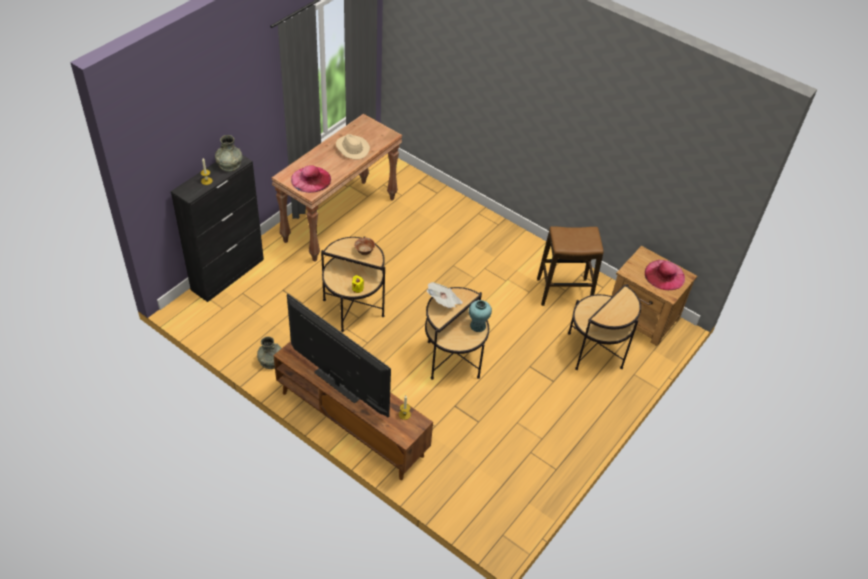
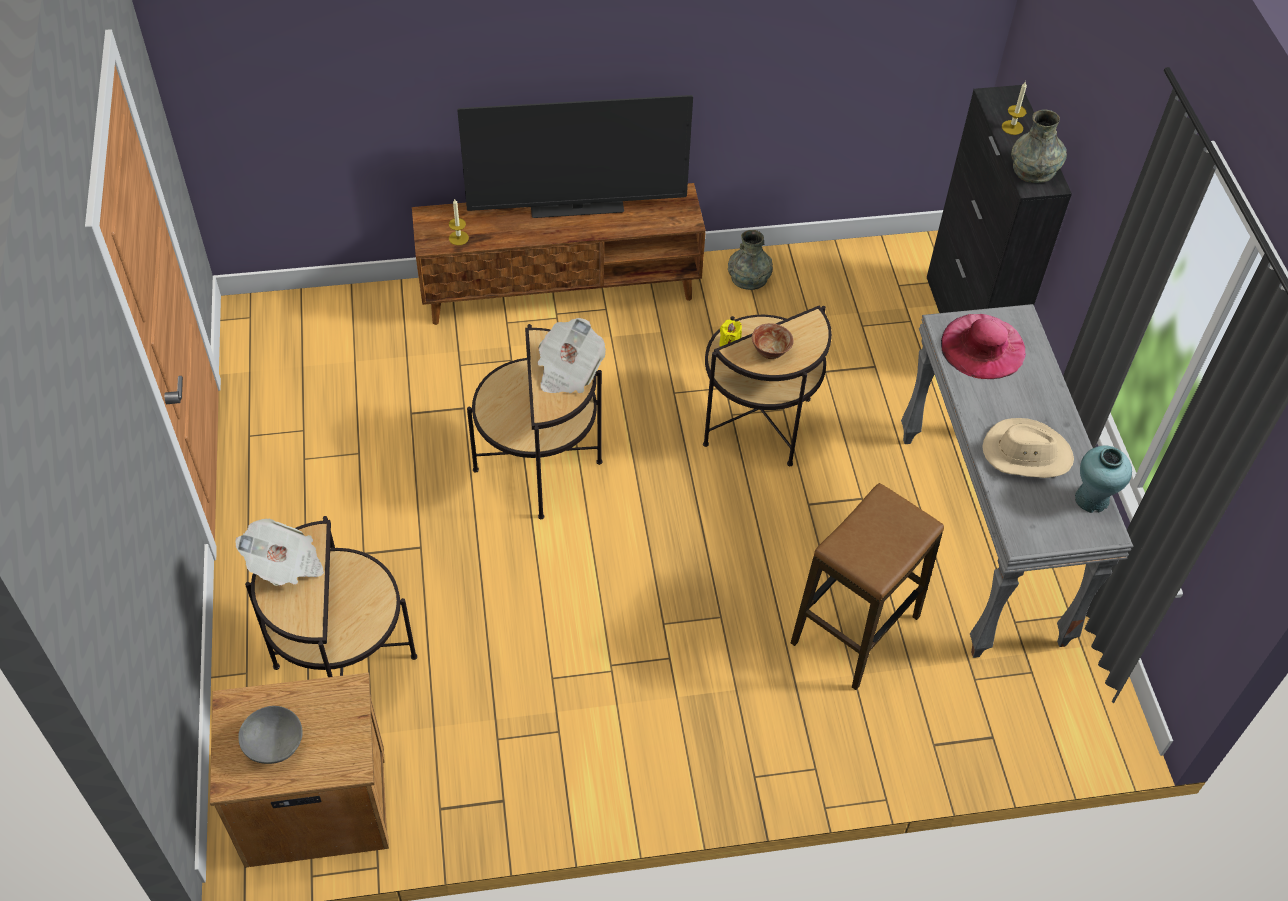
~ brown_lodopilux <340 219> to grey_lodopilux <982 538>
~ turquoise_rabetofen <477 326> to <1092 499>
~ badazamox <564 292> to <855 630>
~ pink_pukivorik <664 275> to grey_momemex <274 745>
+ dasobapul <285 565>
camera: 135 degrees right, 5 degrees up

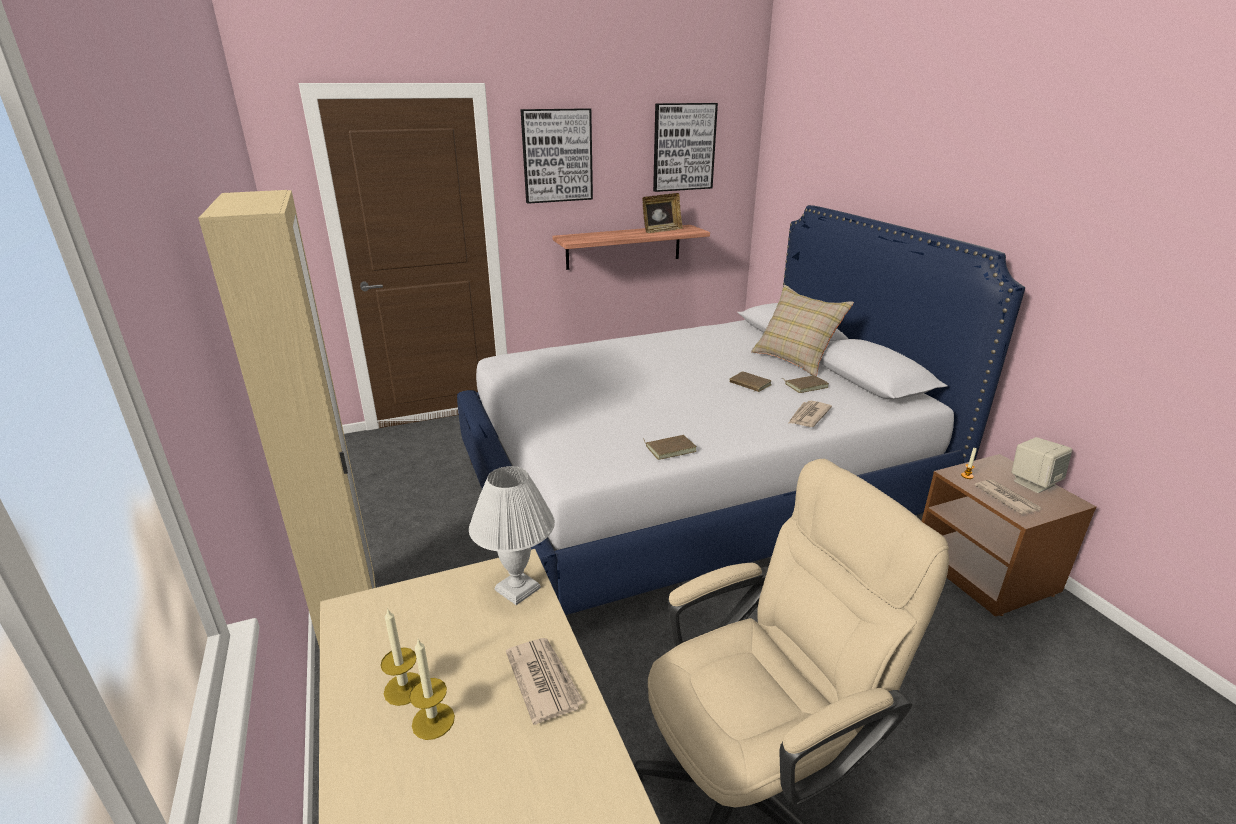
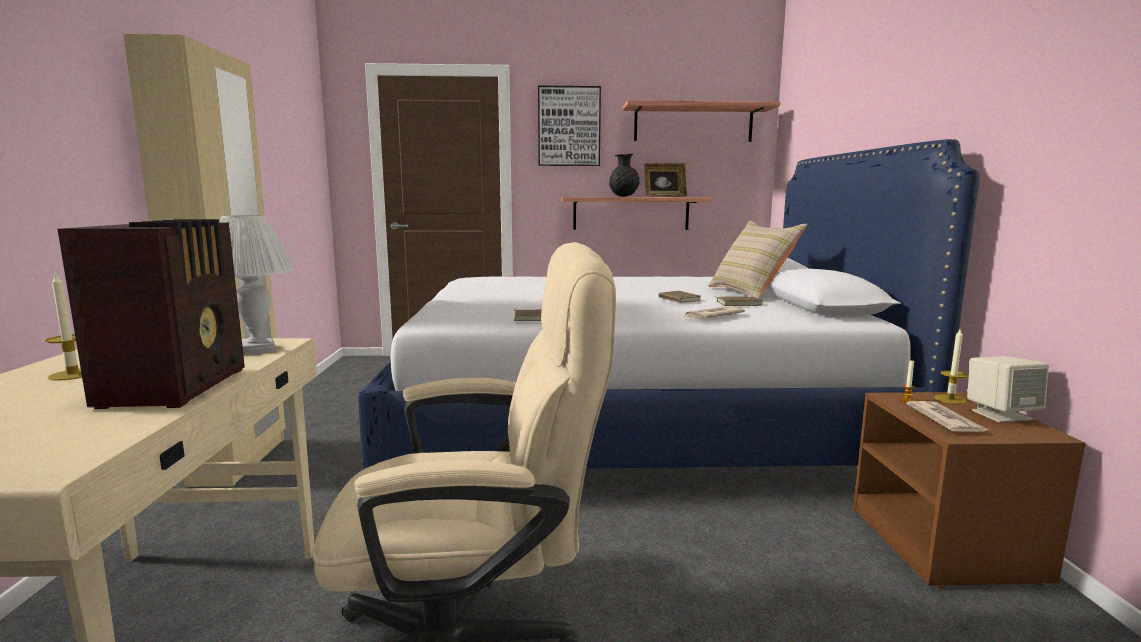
~ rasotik <433 721> to <950 399>
~ dasobapul <544 680> to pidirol <179 386>
~ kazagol <683 147> to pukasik <693 124>
+ black_rabetofen <623 196>
camera: 20 degrees right, 15 degrees down

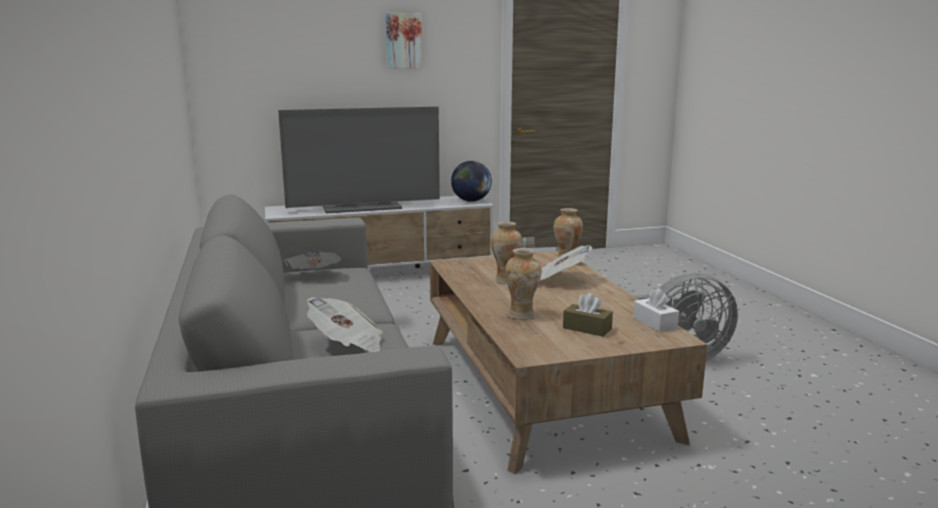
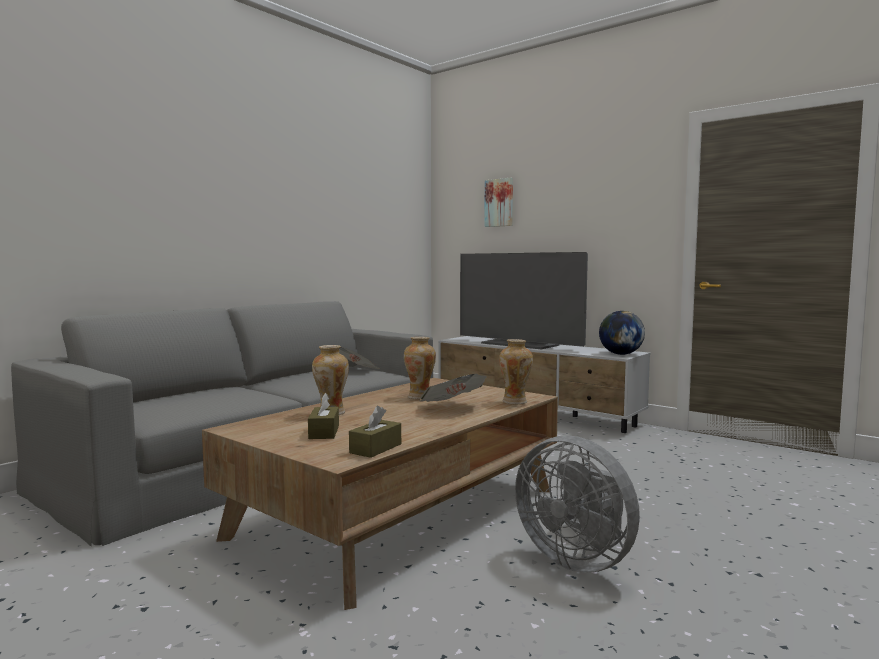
- dasobapul <347 344>
~ kazagol <403 41> to <499 202>
~ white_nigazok <654 323> to brown_nigazok <375 448>
camera: 55 degrees right, 10 degrees down

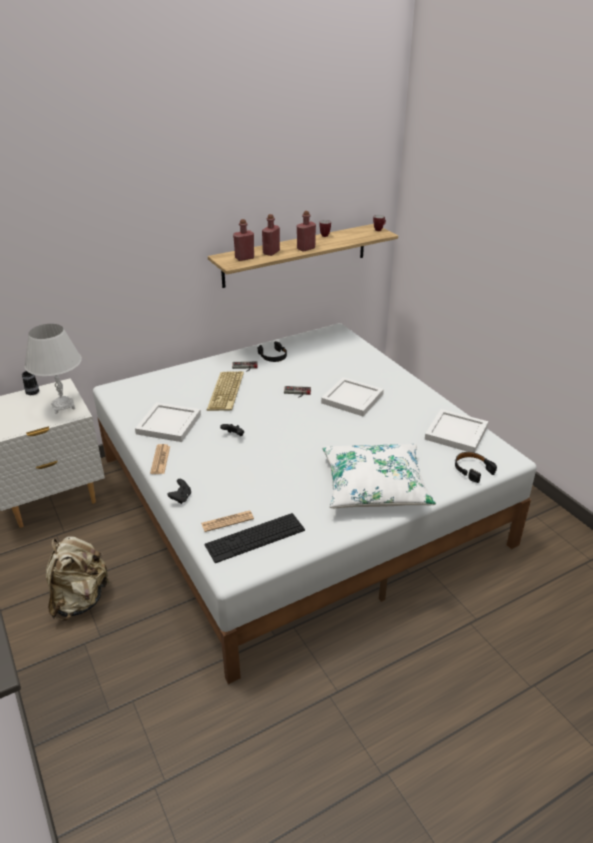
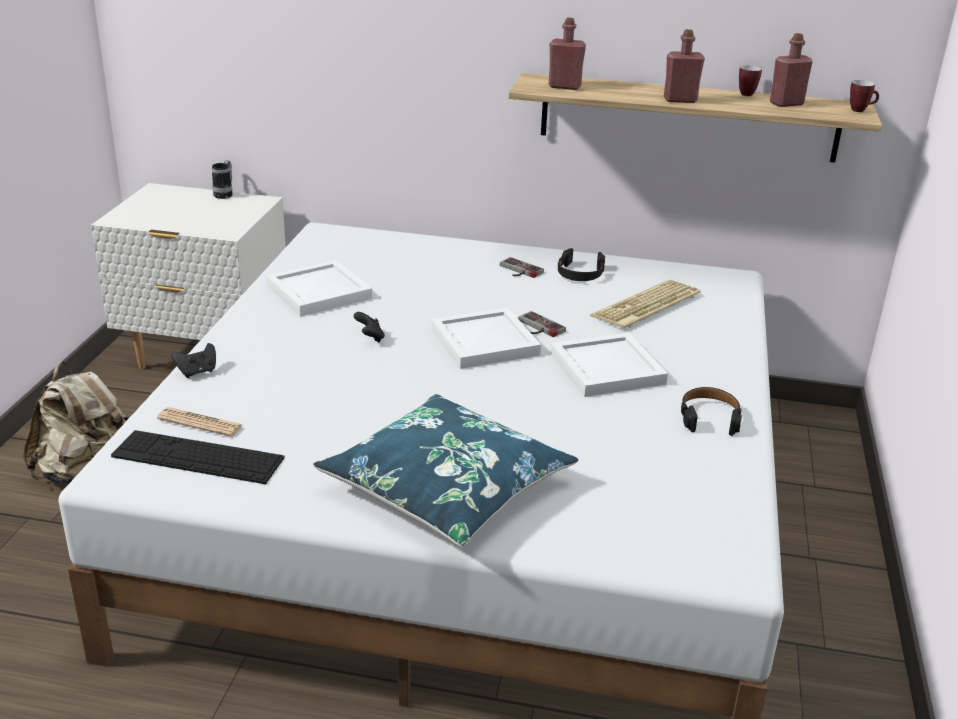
- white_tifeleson <63 406>
- dasobapul <160 460>
~ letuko <227 392> to <647 306>
~ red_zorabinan <271 252> to <786 103>
~ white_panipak <374 486> to blue_panipak <446 487>
~ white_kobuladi <456 434> to <484 343>
~ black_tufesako <472 470> to <709 417>
camera: 40 degrees right, 5 degrees down

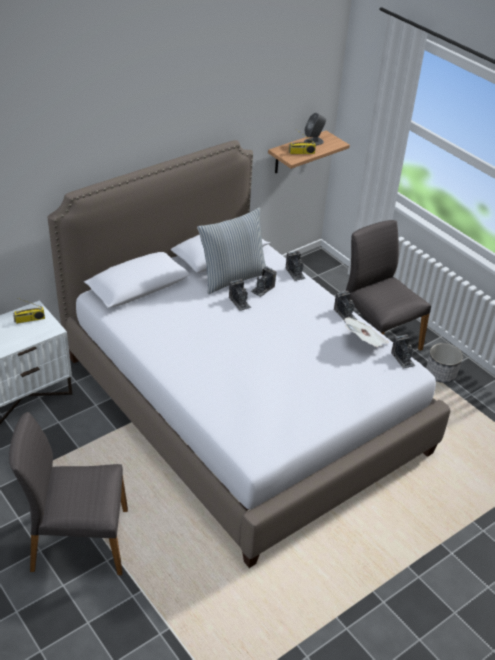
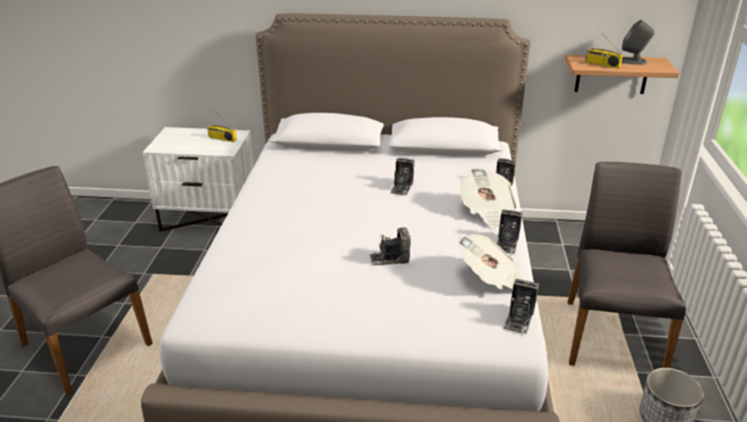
- panipak <232 277>
~ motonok <262 289> to <389 259>
+ dasobapul <487 212>
camera: 45 degrees right, 10 degrees down

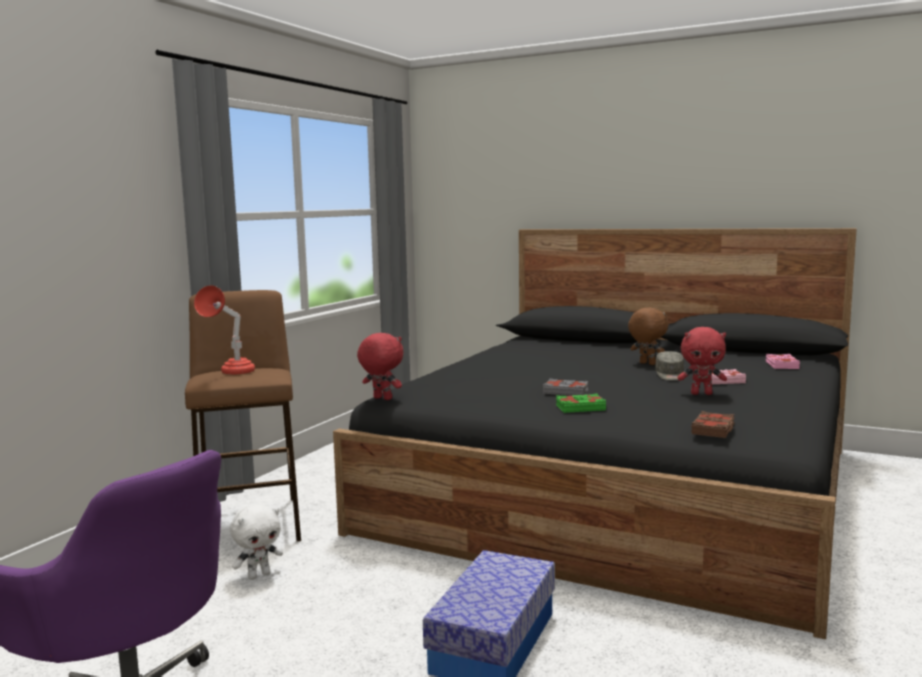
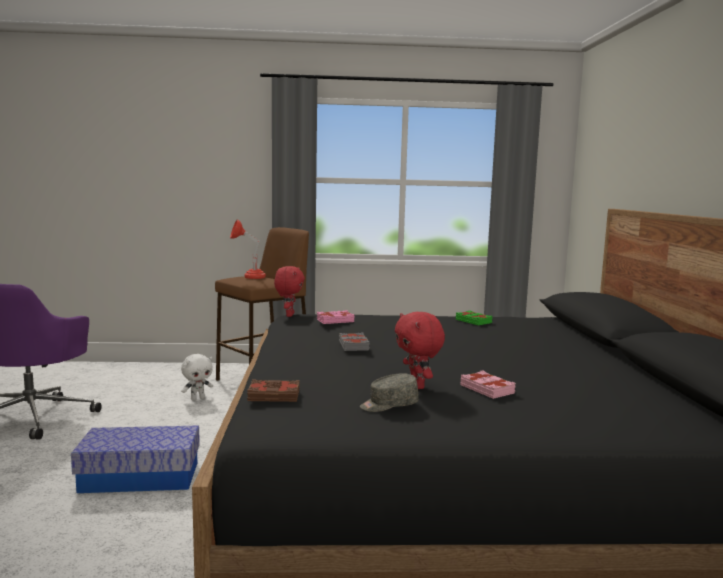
~ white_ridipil <259 575> = <197 398> 60 degrees counterclockwise
~ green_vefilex <580 408> to <473 321>
- brown_ridipil <646 364>
~ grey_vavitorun <670 375> to <388 405>
~ pink_vefilex <781 365> to <335 320>
camera: 60 degrees right, 0 degrees up

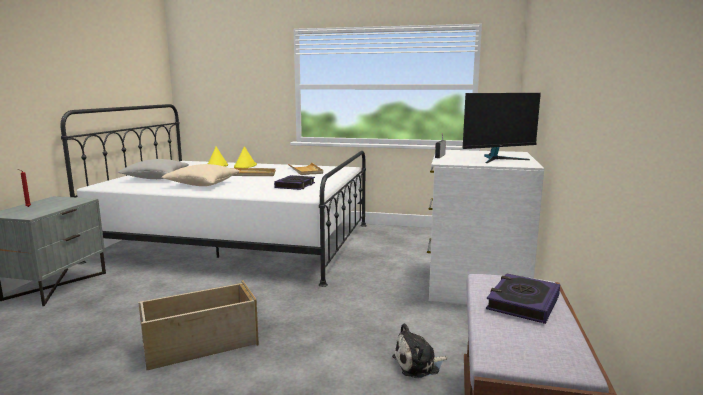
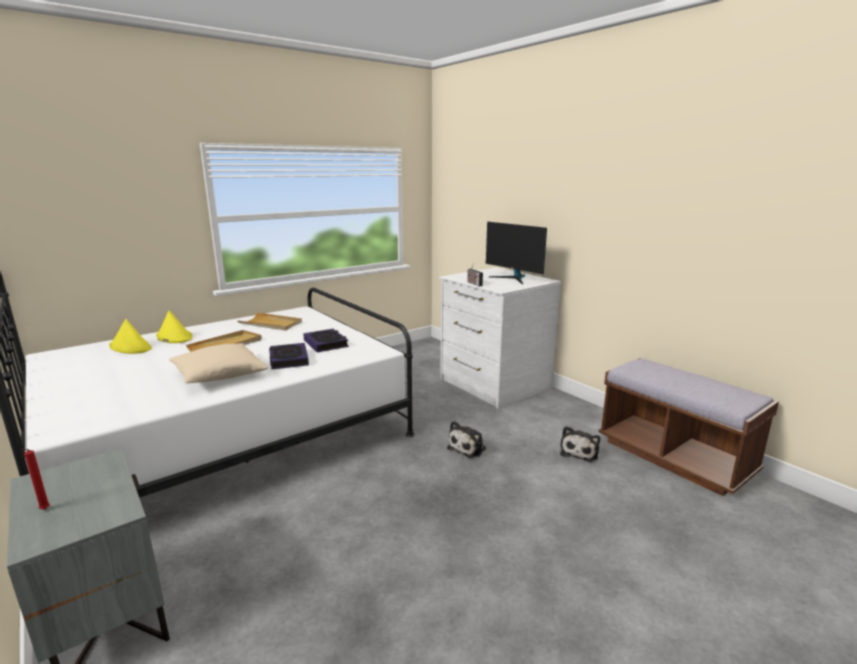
- grey_panipak <156 178>
- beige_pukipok <200 345>
~ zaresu <498 159> = <514 278> 120 degrees clockwise
~ vefilex <523 303> to <288 359>
+ ridipil <468 448>
camera: 50 degrees left, 5 degrees up

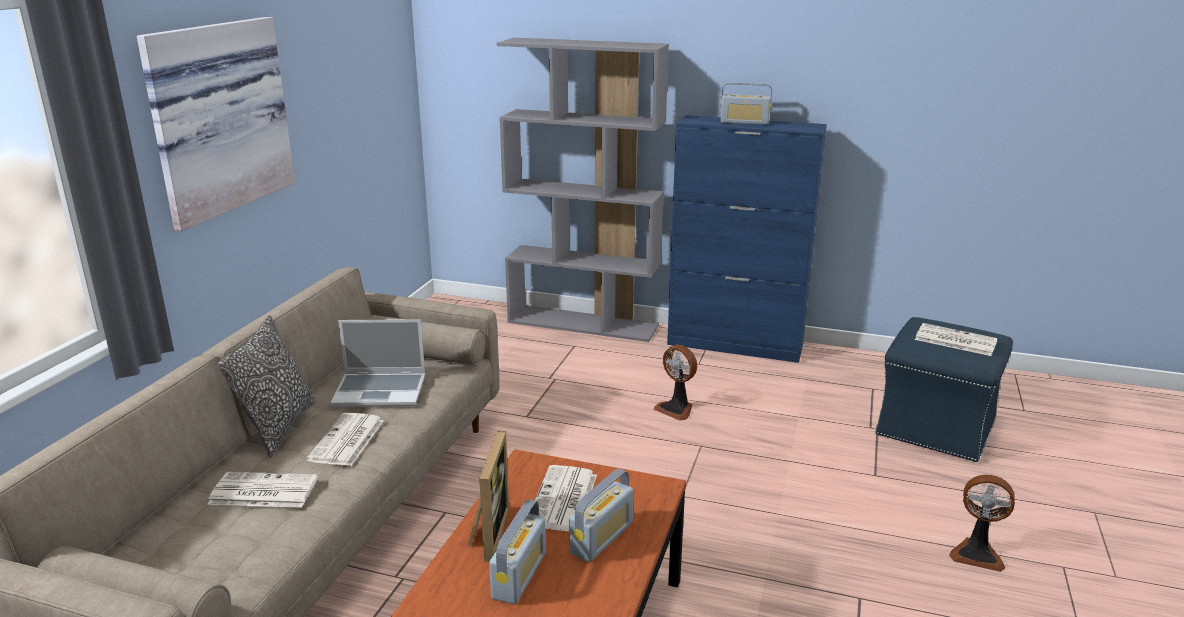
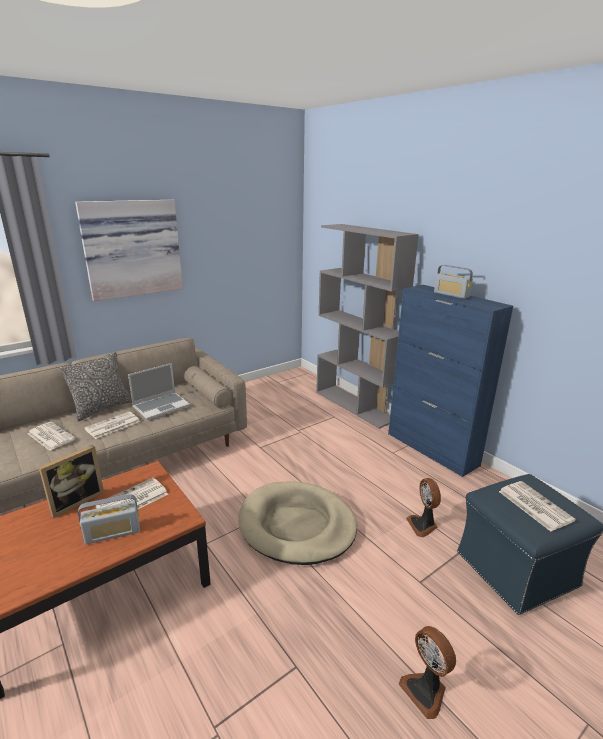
~ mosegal <381 391> = <161 406> 75 degrees counterclockwise
- pidirol <519 575>
~ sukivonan <676 409> to <423 525>
+ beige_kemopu <297 525>
camera: 35 degrees right, 0 degrees up

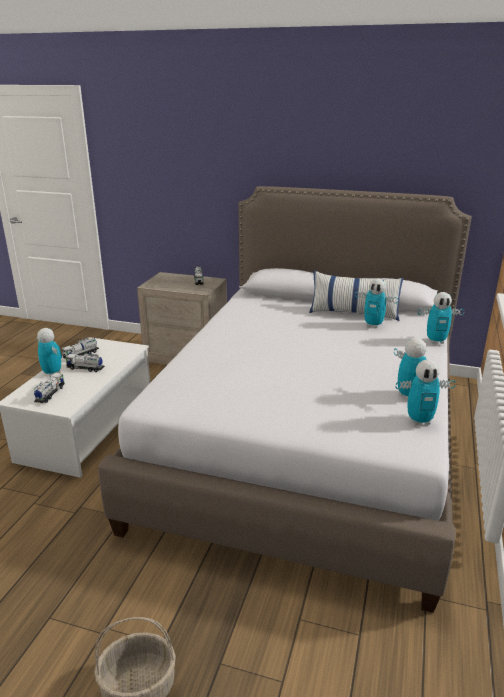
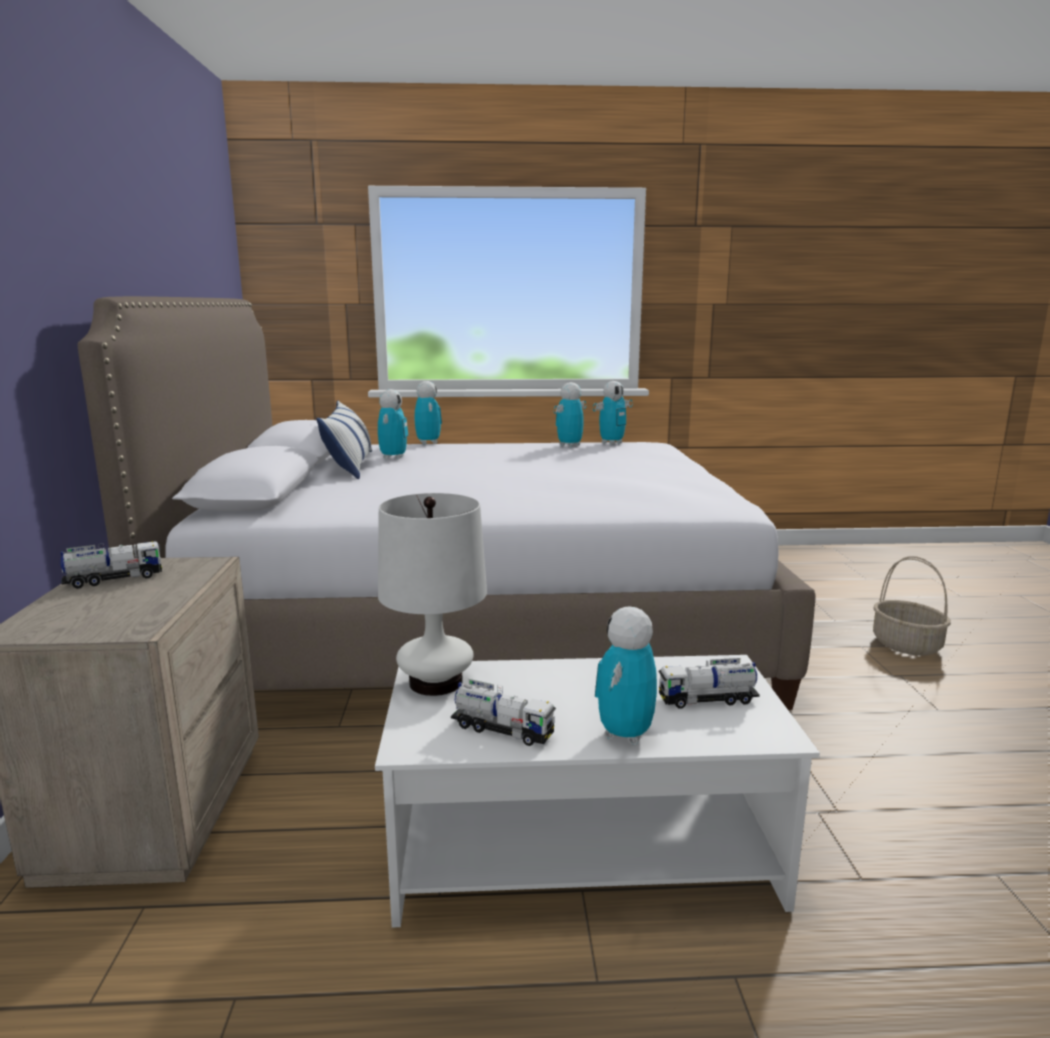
- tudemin <85 368>
~ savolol <419 421> = <612 443> 75 degrees clockwise
+ white_tifeleson <436 682>
camera: 110 degrees left, 10 degrees down

